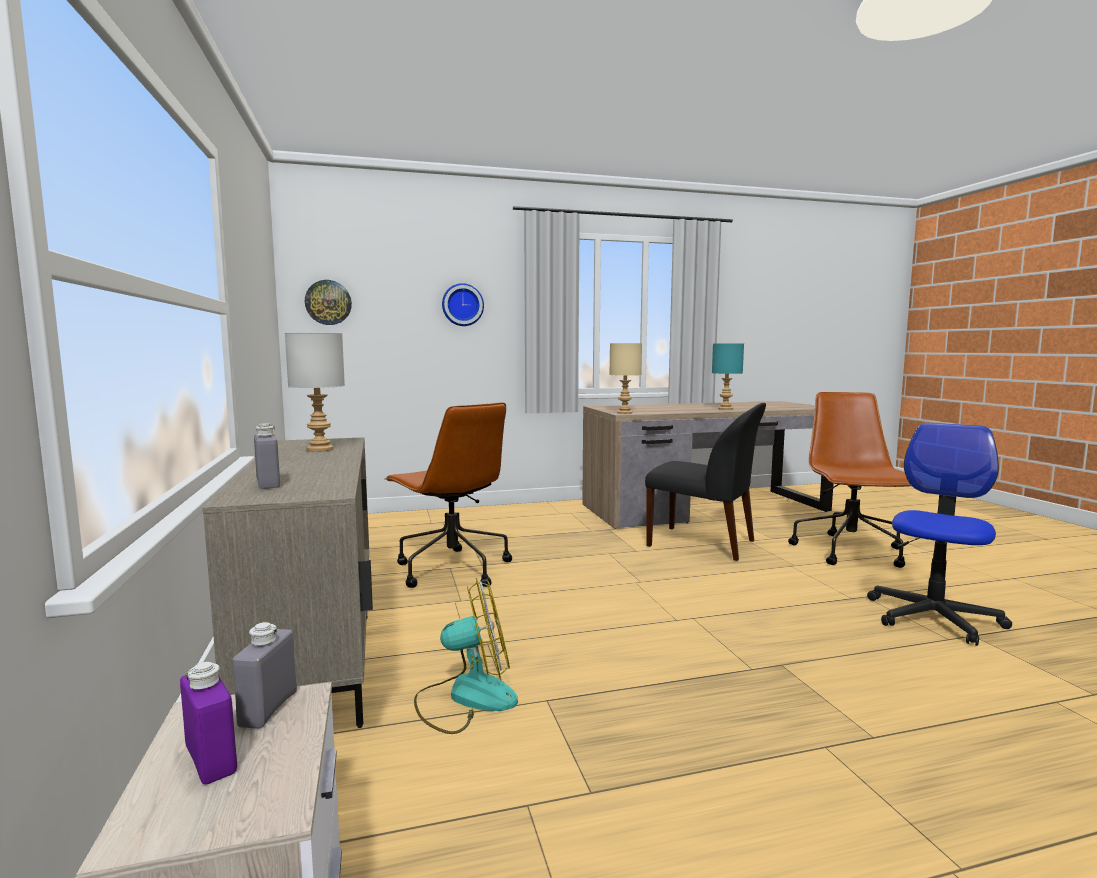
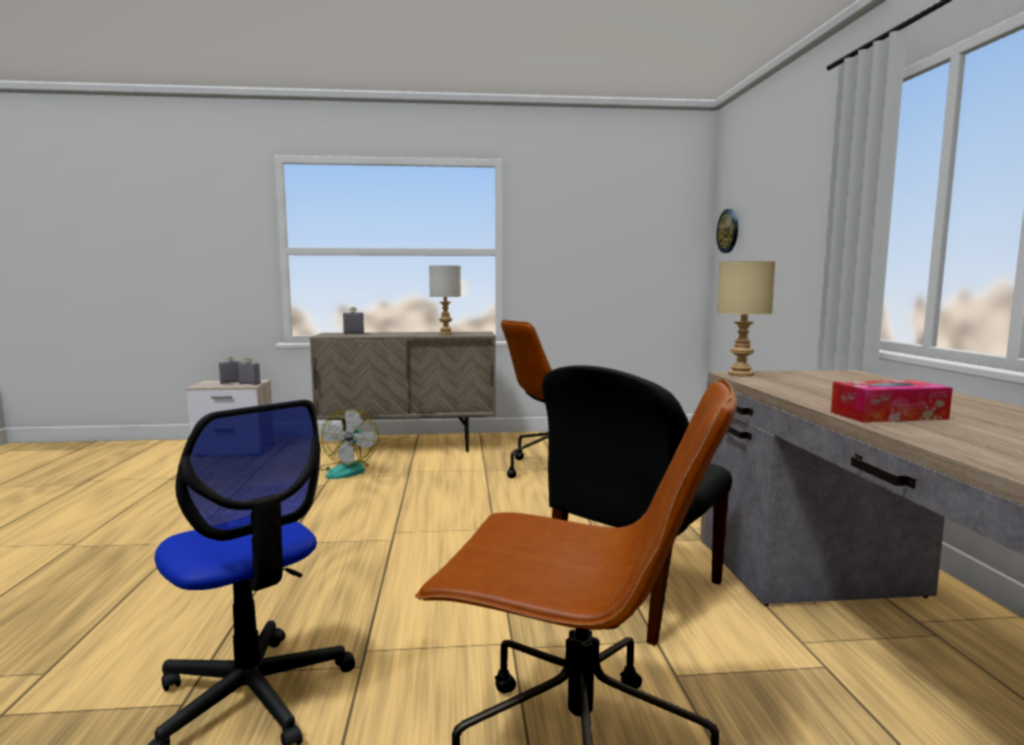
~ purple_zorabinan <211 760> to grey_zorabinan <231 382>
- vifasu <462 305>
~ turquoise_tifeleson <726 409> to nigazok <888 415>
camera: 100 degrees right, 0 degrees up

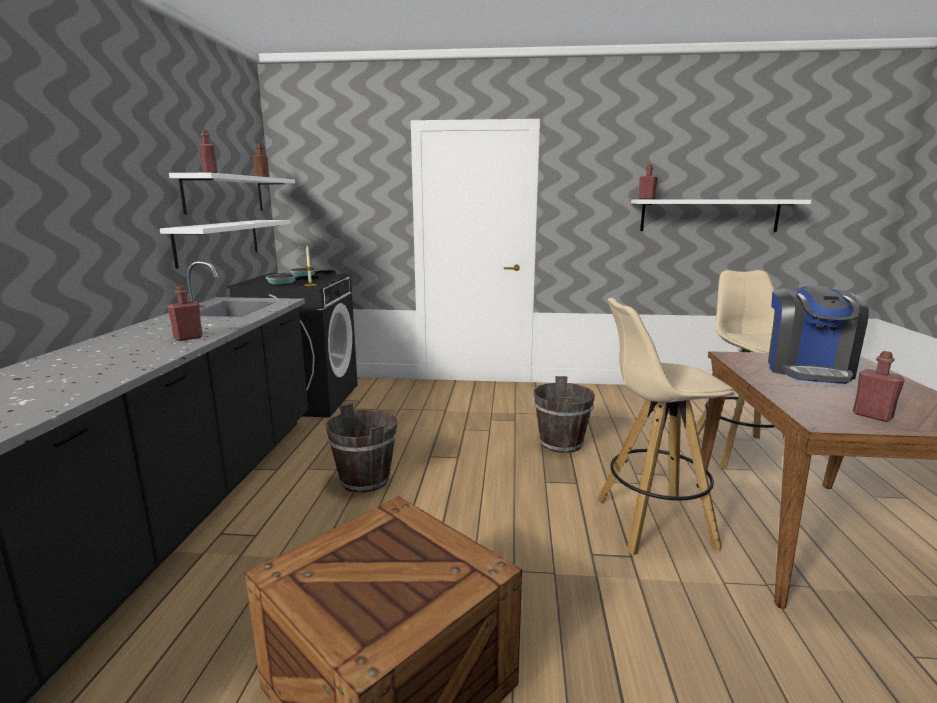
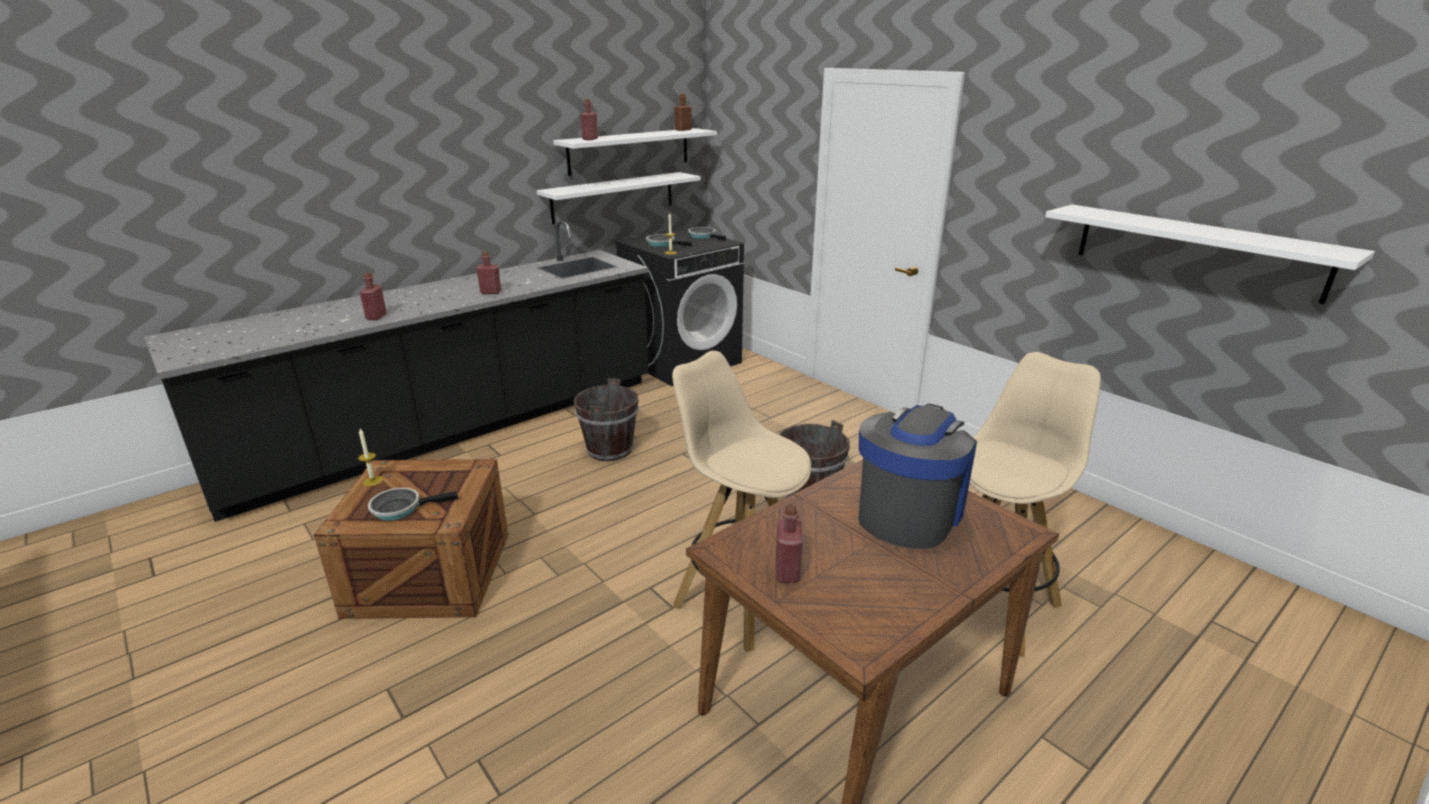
~ red_zorabinan <646 199> to <376 317>
~ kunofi <807 370> = <908 513> 150 degrees clockwise
+ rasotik <372 481>
+ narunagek <401 508>
camera: 45 degrees right, 10 degrees up

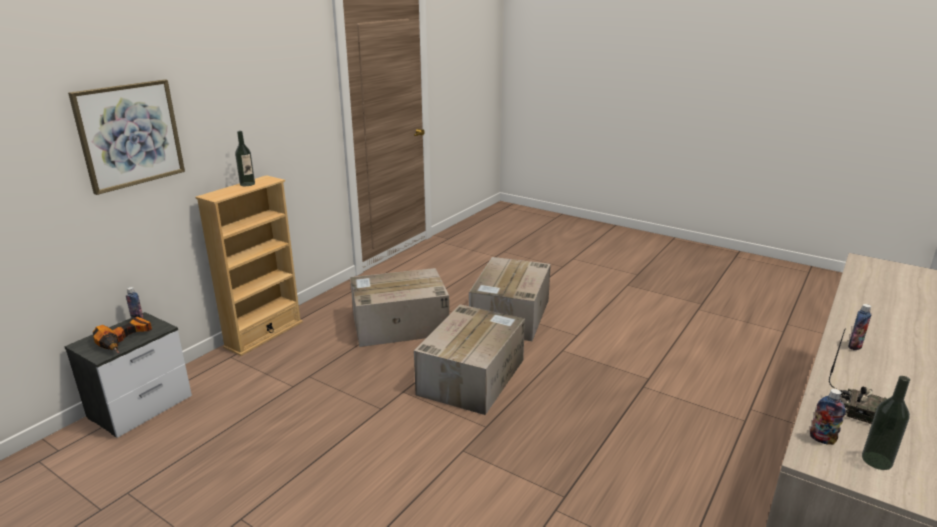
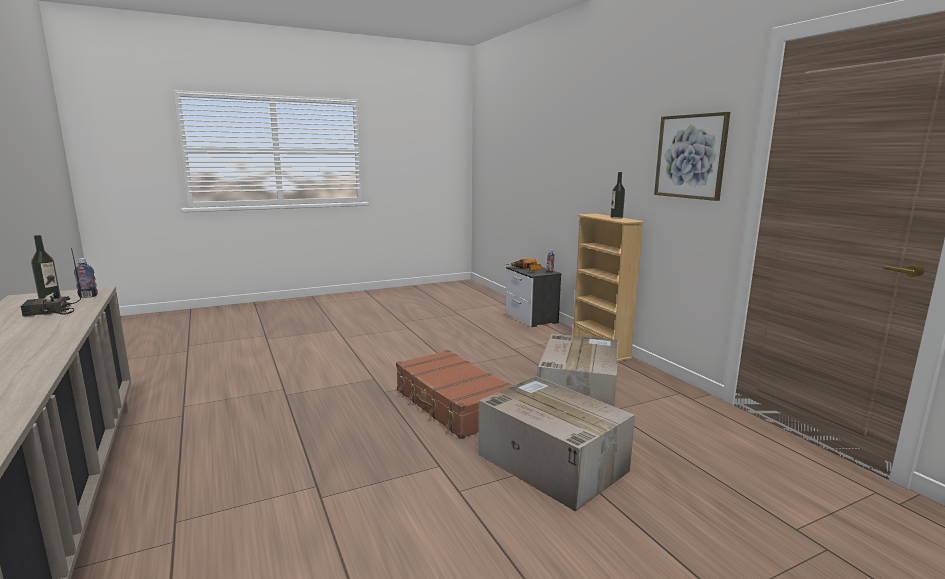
~ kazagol <129 135> to <690 156>
~ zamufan <472 376> to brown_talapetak <453 405>
- zorabinan <854 346>
camera: 120 degrees right, 10 degrees down

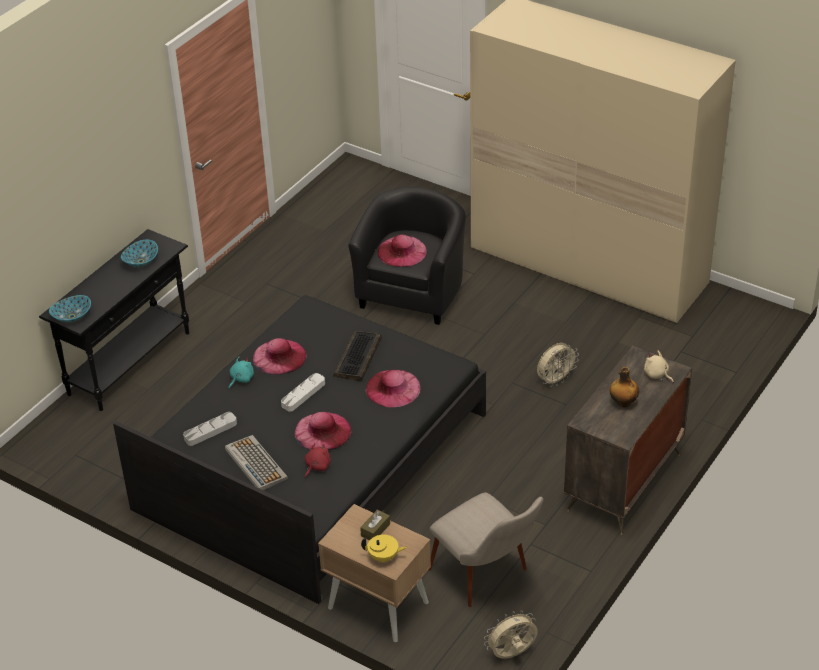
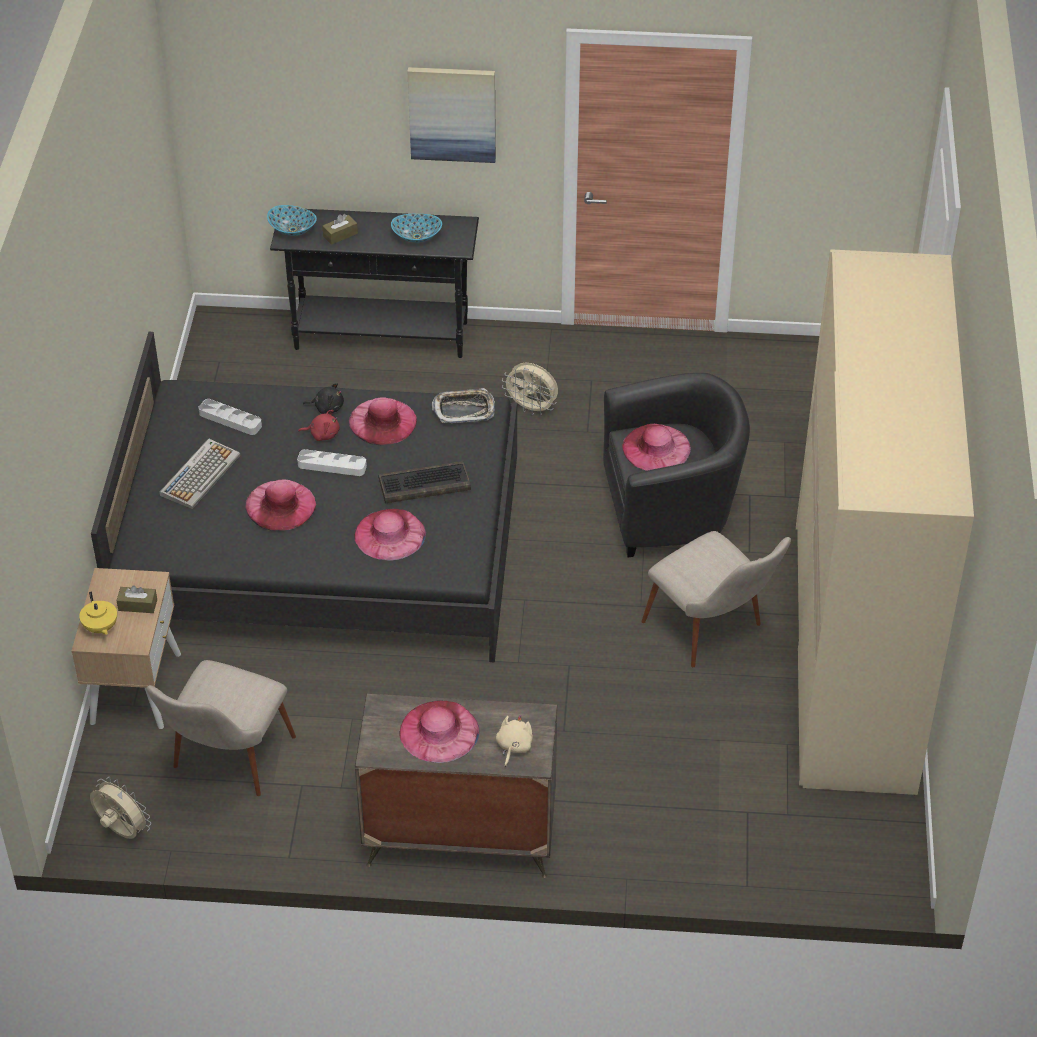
~ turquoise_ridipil <241 379> to black_ridipil <327 407>
~ red_ridipil <317 466> to <322 434>
~ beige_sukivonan <555 380> to <532 408>
~ zorabinan <623 402> to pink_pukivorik <439 731>
+ brown_nigazok <340 235>
+ kazagol <452 113>
+ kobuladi <464 409>
+ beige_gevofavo <714 634>
camera: 60 degrees right, 5 degrees up

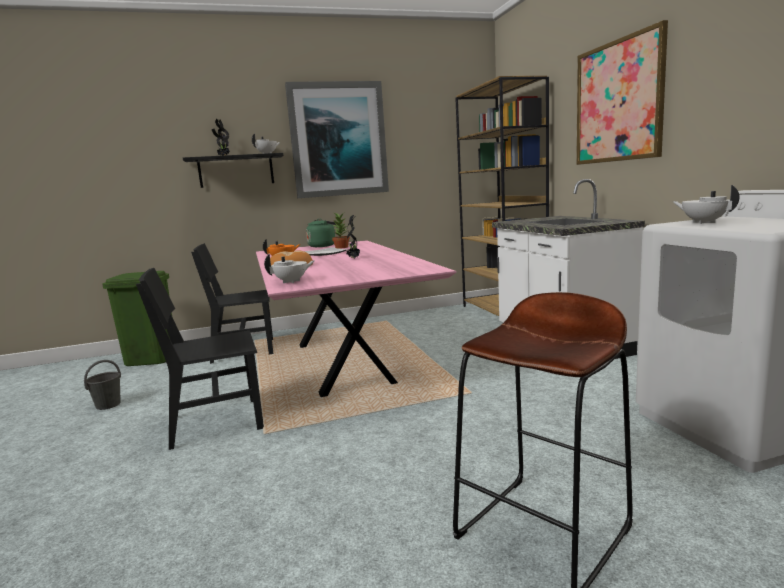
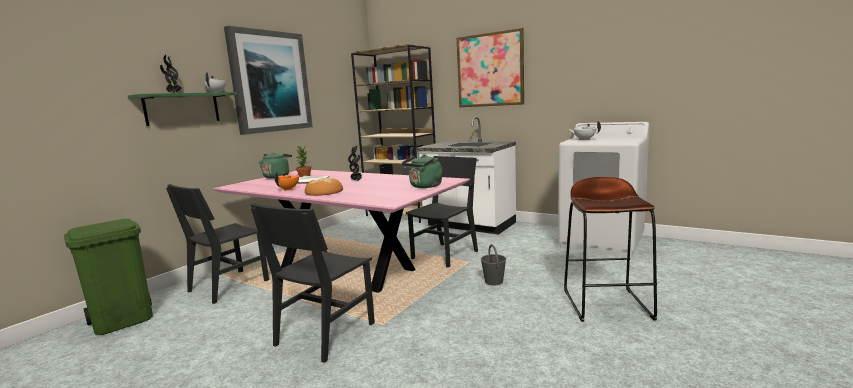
~ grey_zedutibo <108 404> to <493 281>
~ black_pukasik <236 171> to green_pukasik <182 108>
- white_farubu <291 281>
+ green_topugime <424 186>
+ black_gevofavo <445 255>
camera: 40 degrees left, 0 degrees up

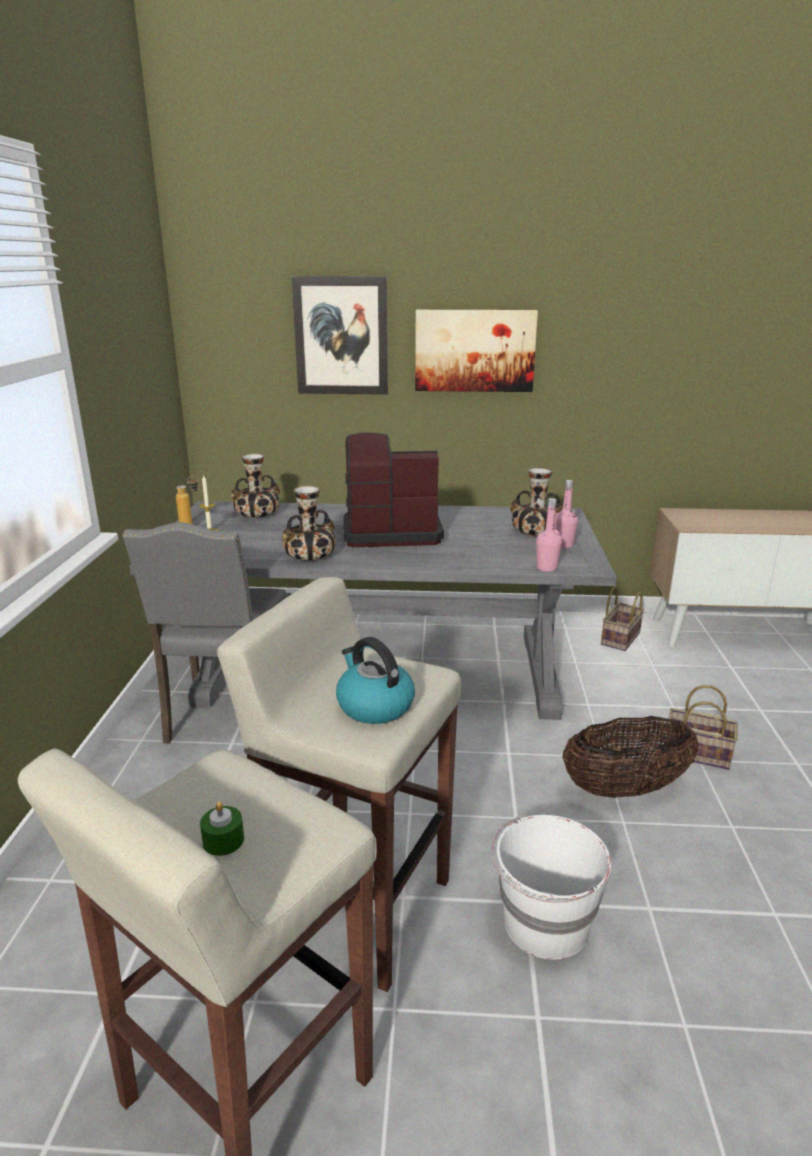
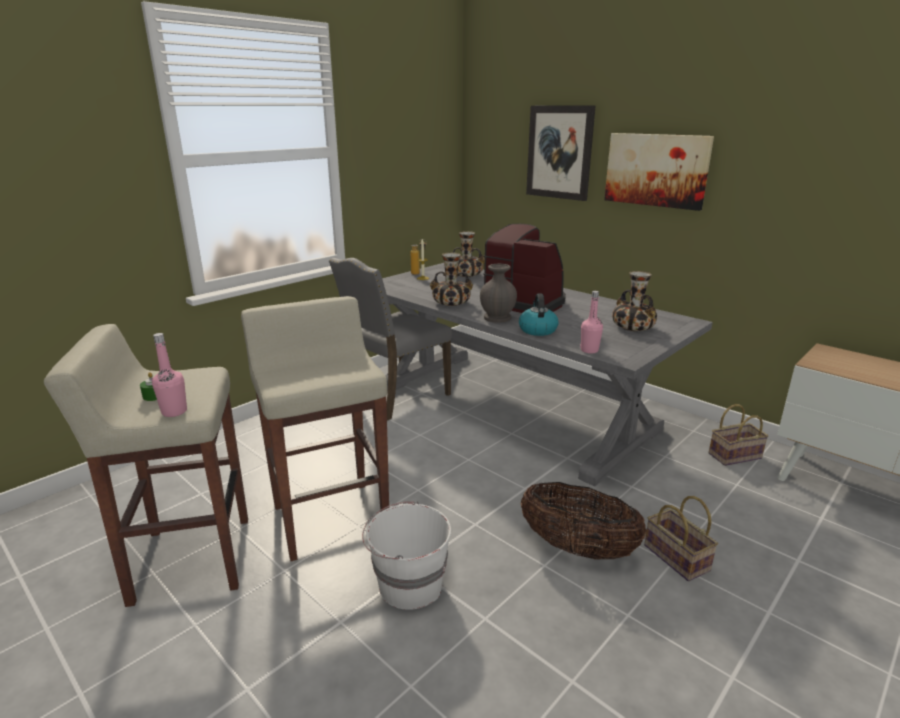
~ topugime <374 706> to <537 330>
~ pink_zorabinan <563 545> to <174 412>
+ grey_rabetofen <498 317>
camera: 40 degrees right, 0 degrees up

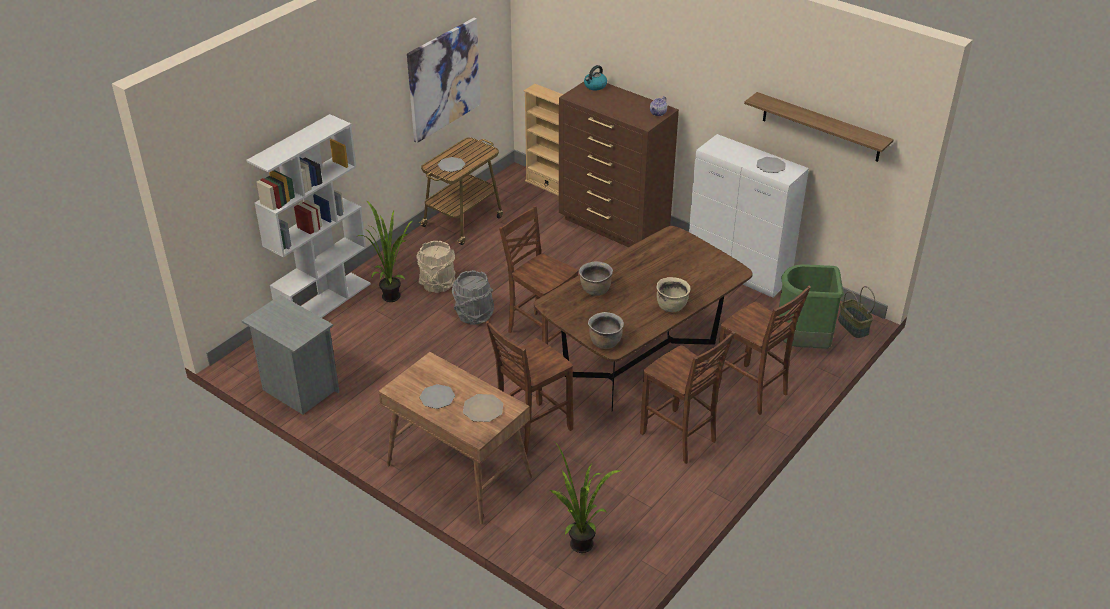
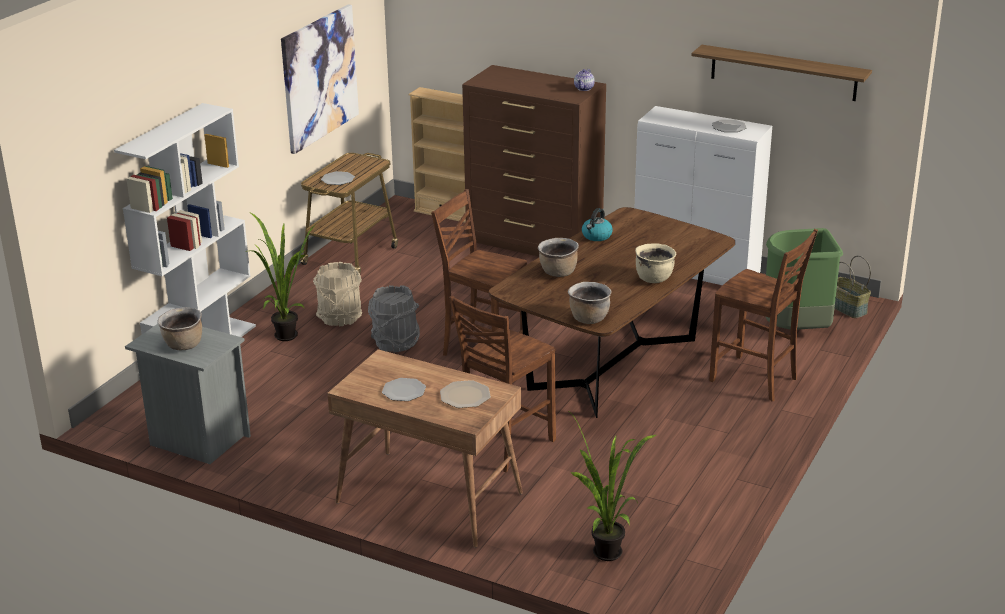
~ topugime <595 86> to <596 236>
- brown_gevofavo <679 438>
+ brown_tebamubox <183 345>
camera: 10 degrees left, 10 degrees down

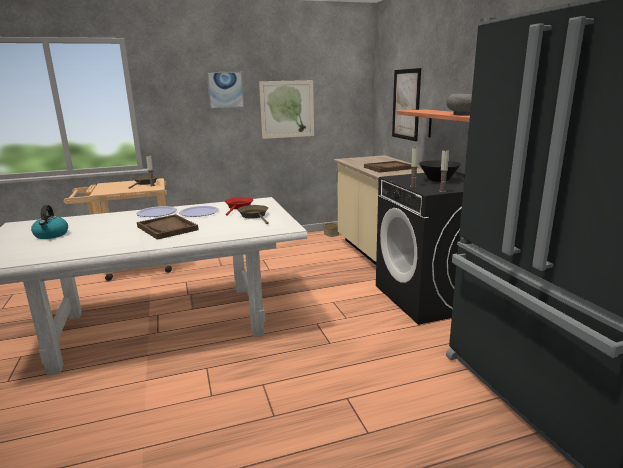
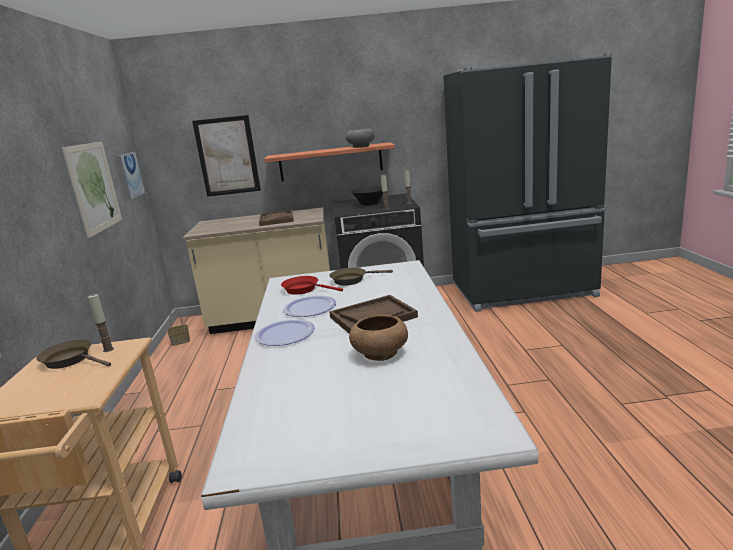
- topugime <51 235>
~ kazagol <225 90> to <130 175>
+ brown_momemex <380 353>
camera: 75 degrees left, 0 degrees up

